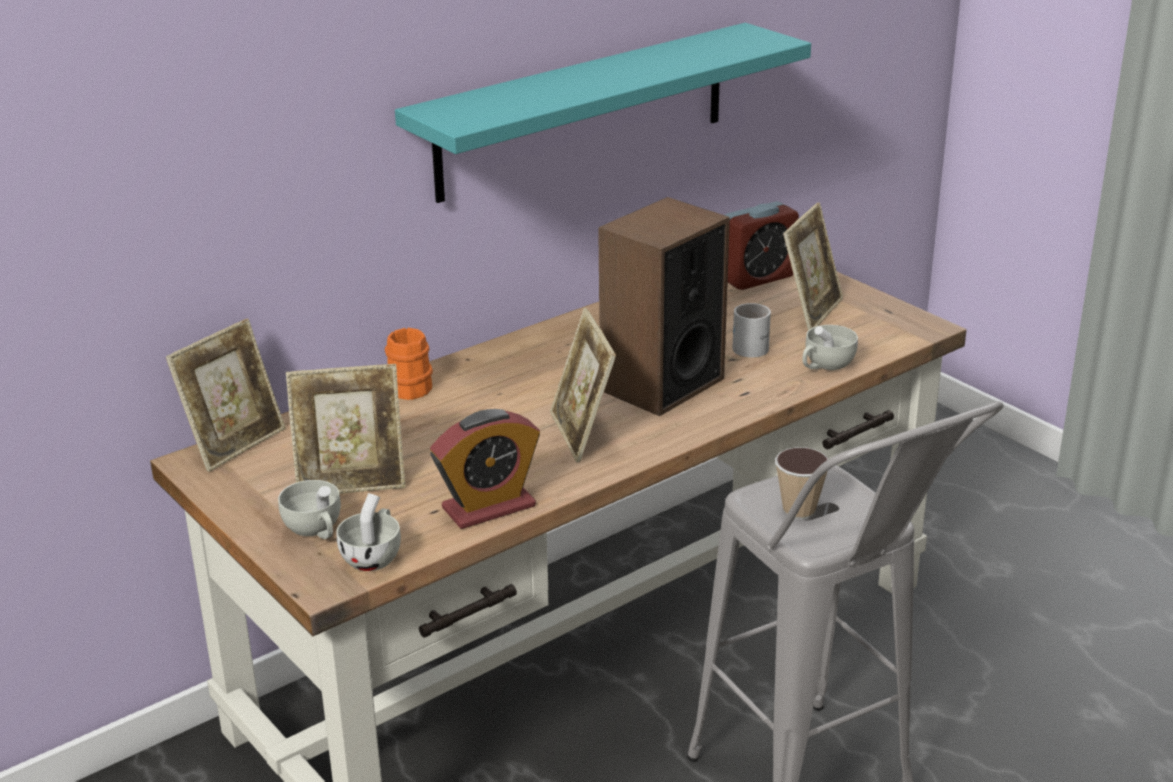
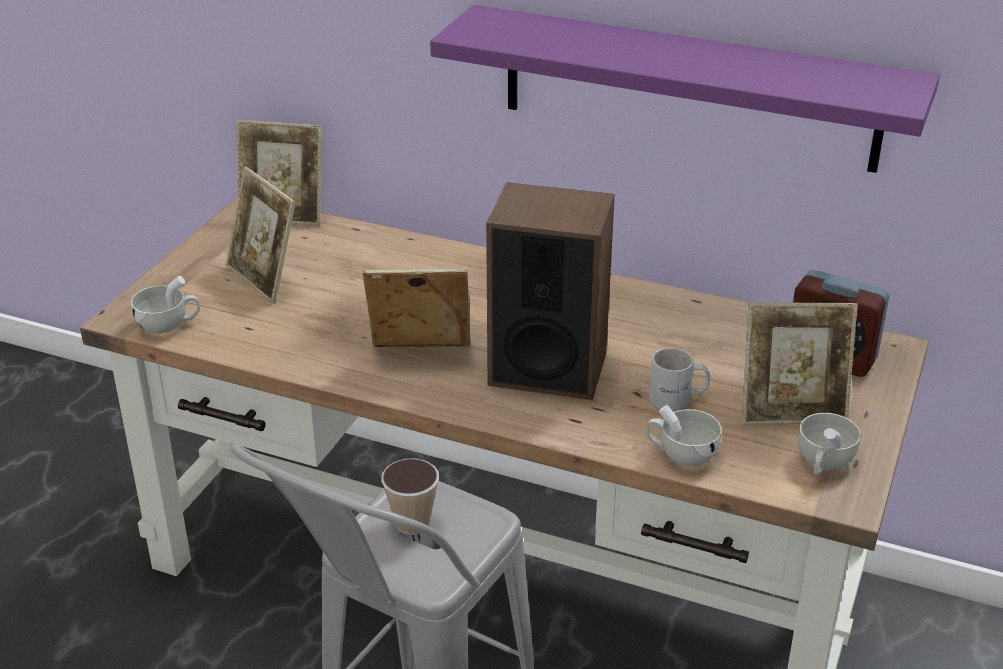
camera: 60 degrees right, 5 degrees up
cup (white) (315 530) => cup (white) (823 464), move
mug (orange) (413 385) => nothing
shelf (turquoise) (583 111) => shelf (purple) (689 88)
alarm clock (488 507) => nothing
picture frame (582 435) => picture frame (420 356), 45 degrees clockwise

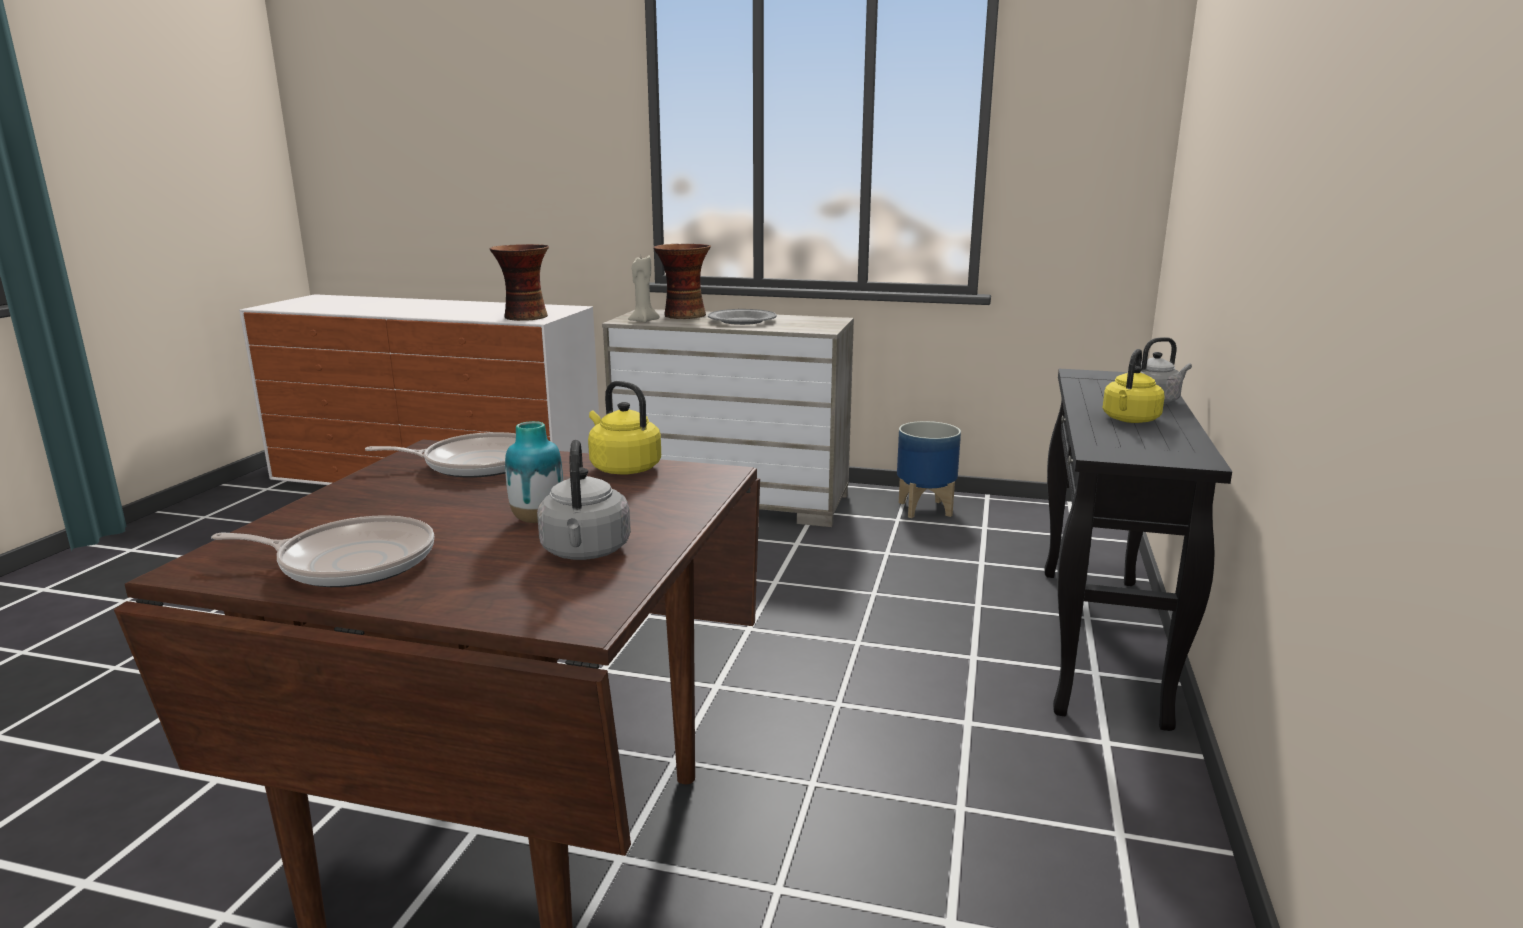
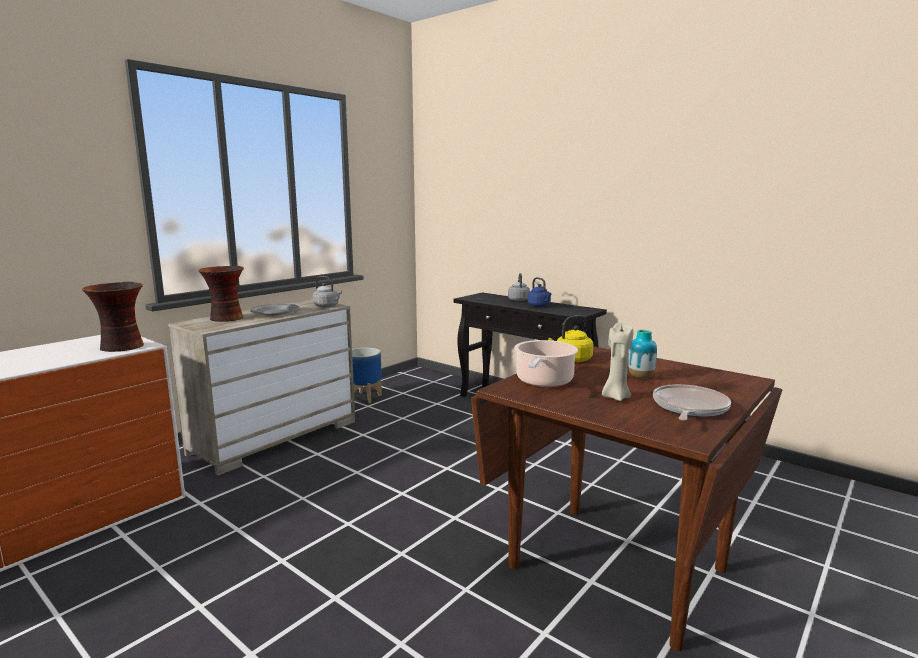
camera: 65 degrees left, 5 degrees down
frying pan (475 464) => cooking pot (543 381)
kettle (grey) (585 552) => kettle (grey) (327 306), move
candle (beige) (643 321) => candle (beige) (615 397), move
kettle (yellow) (1129 420) => kettle (blue) (539 306)

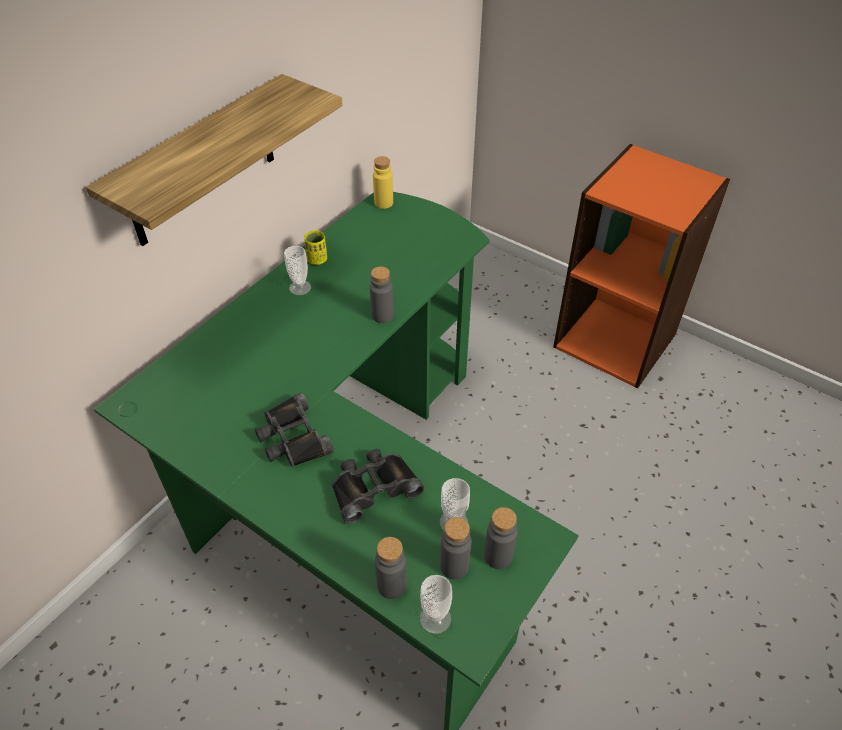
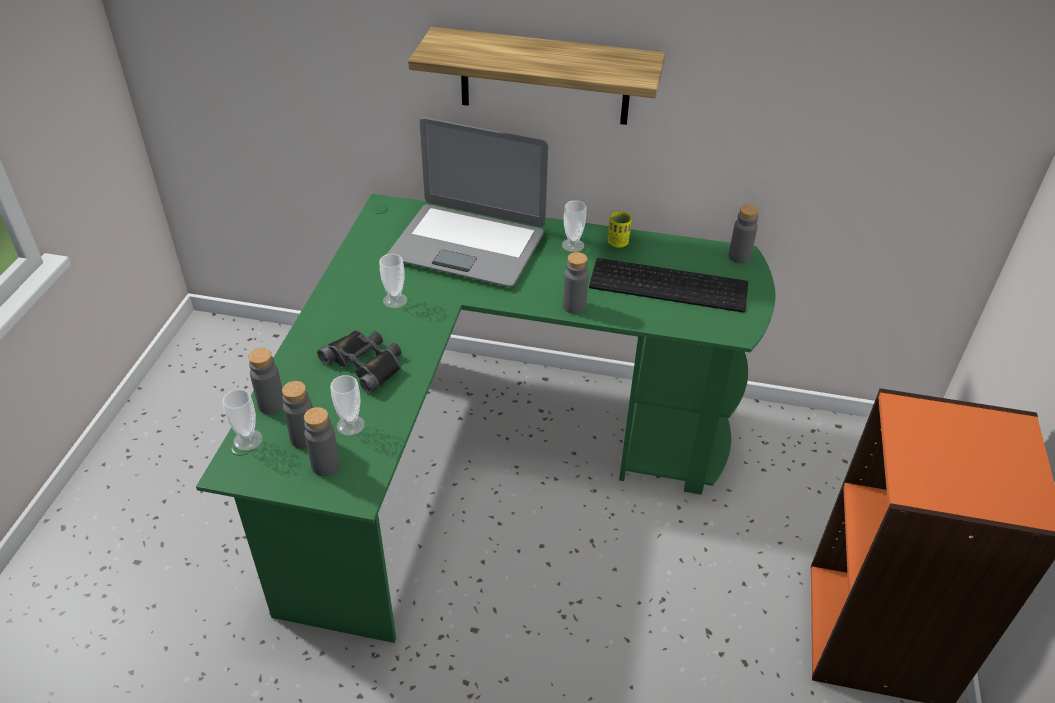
camera: 65 degrees right, 5 degrees down
binoculars (black) (292 438) => cup (395 300)
bottle (yellow) (383 203) => bottle (grey) (739 257)
nothing => laptop (468 245)
nothing => keyboard (670 284)

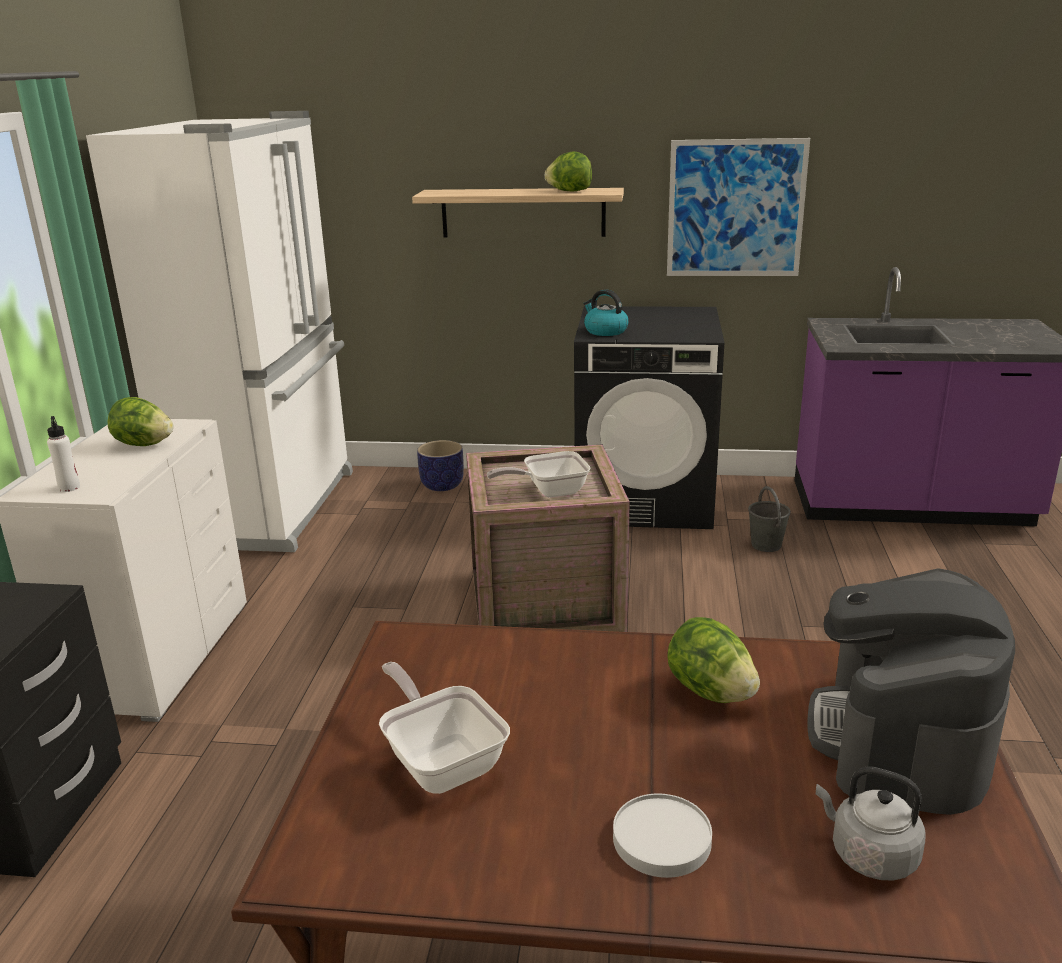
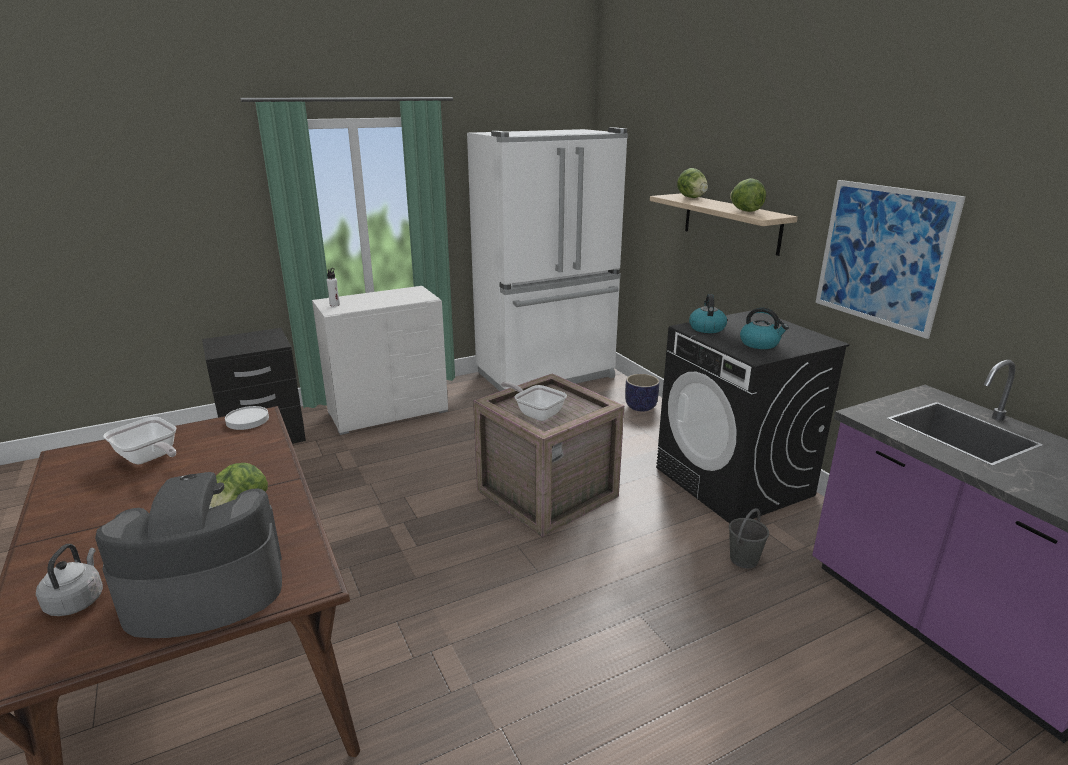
camera: 55 degrees right, 0 degrees up
lettuce (143 444) => lettuce (691 197), move
frying pan (441 761) => frying pan (149 458), 105 degrees clockwise
plate (white) (662 839) => plate (white) (248 420), move
nothing => kettle (760 344)

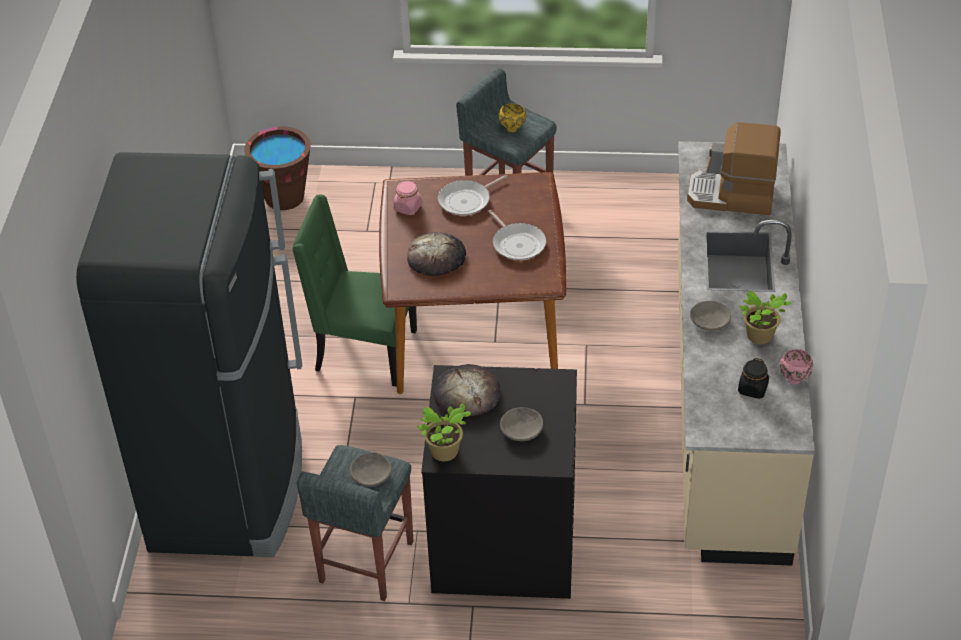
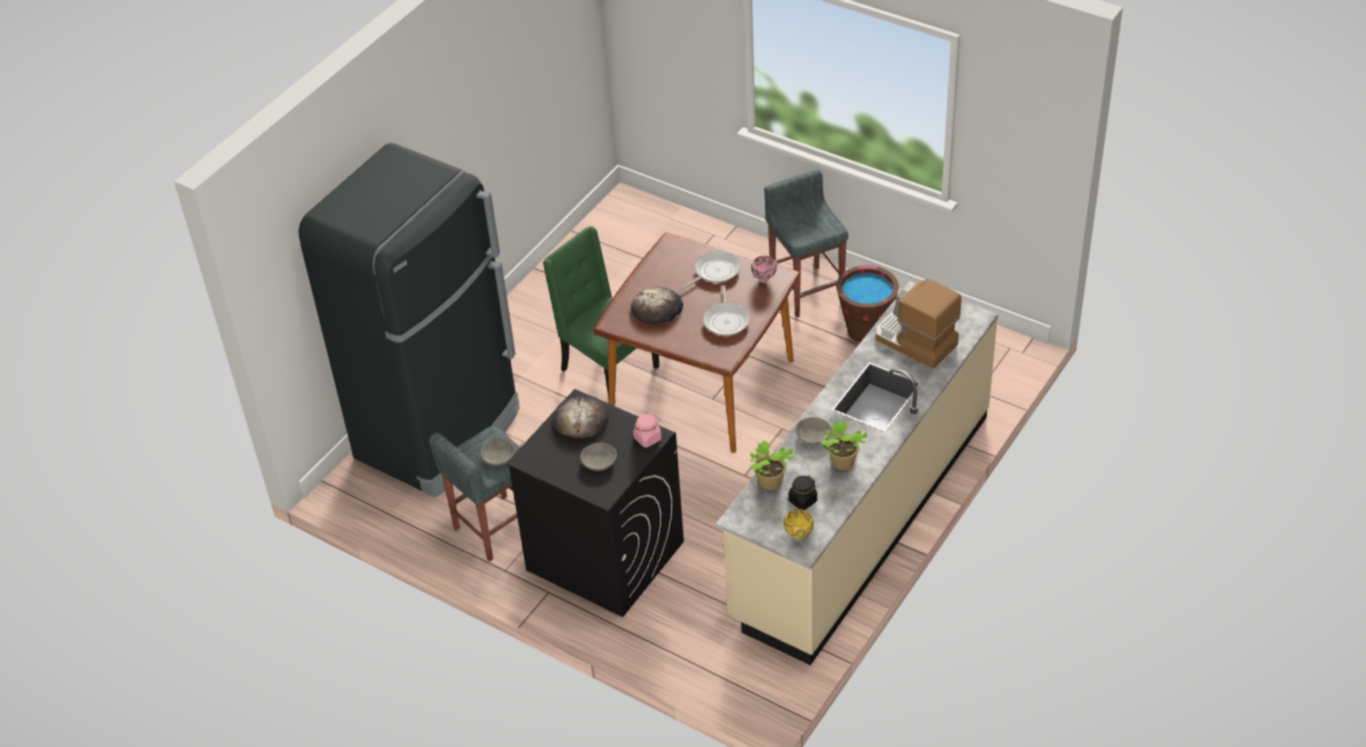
camera: 30 degrees right, 0 degrees up
bucket (brown) (284 197) => bucket (brown) (866 331), move
jar (pink) (408 207) => jar (pink) (648 438), move
potted plant (445 453) => potted plant (770 483), move
frying pan (467 200) => frying pan (715 271), 150 degrees clockwise
bowl (yellow) (512 129) => bowl (yellow) (799 535), move
bowl (pink) (794 379) => bowl (pink) (764 279), move

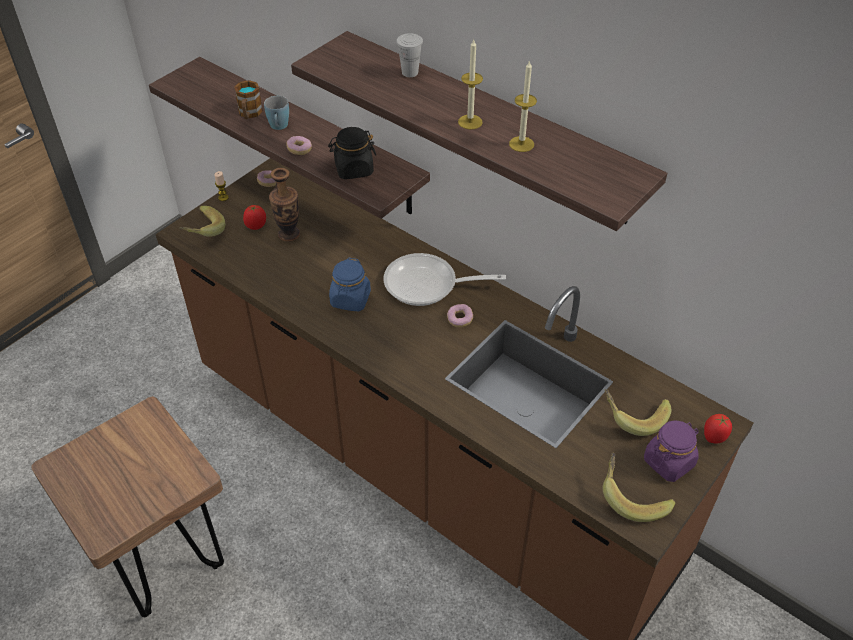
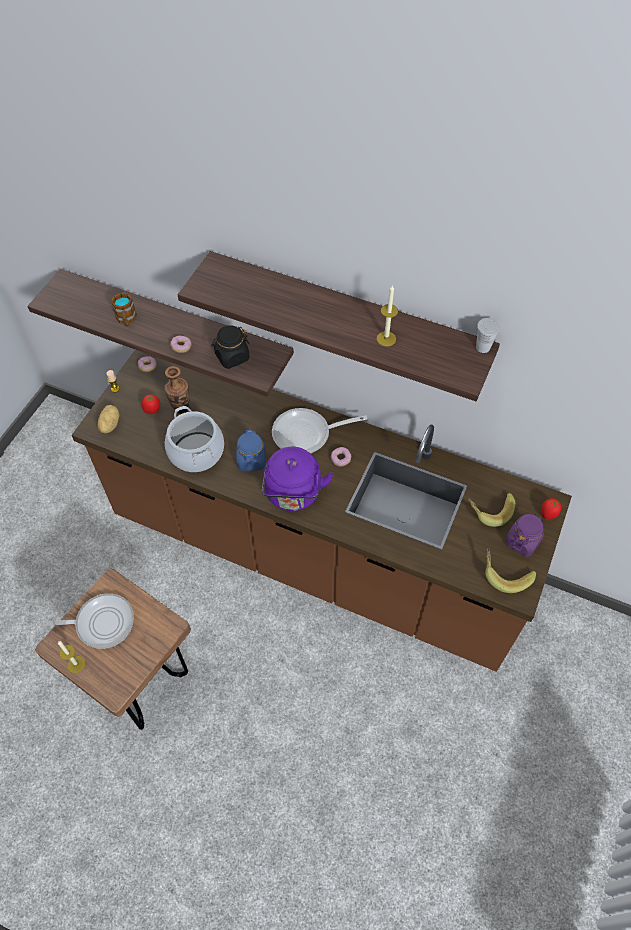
camera: 15 degrees left, 10 degrees up
banana (201 232) => potato (109 425)
mug (blue) (279 127) => nothing
cup (white) (410 72) => cup (white) (483 347), move
candle (470 122) => candle (76 664), move
nothing => frying pan (101 623)
nothing => cooking pot (196 452)
nothing => kettle (purple) (293 495)

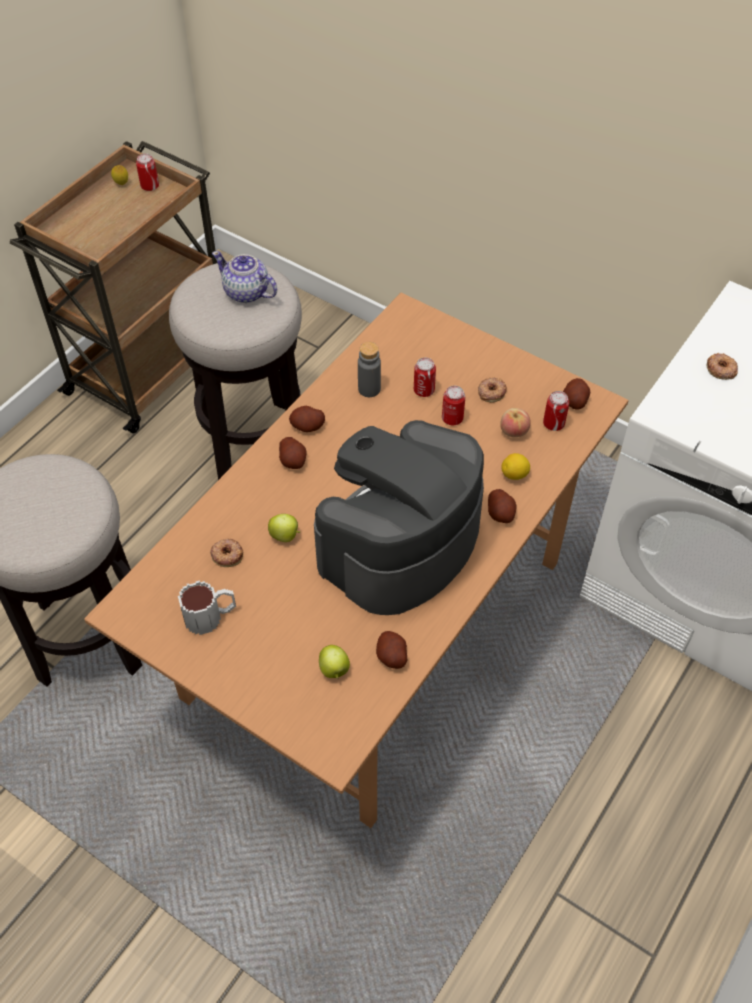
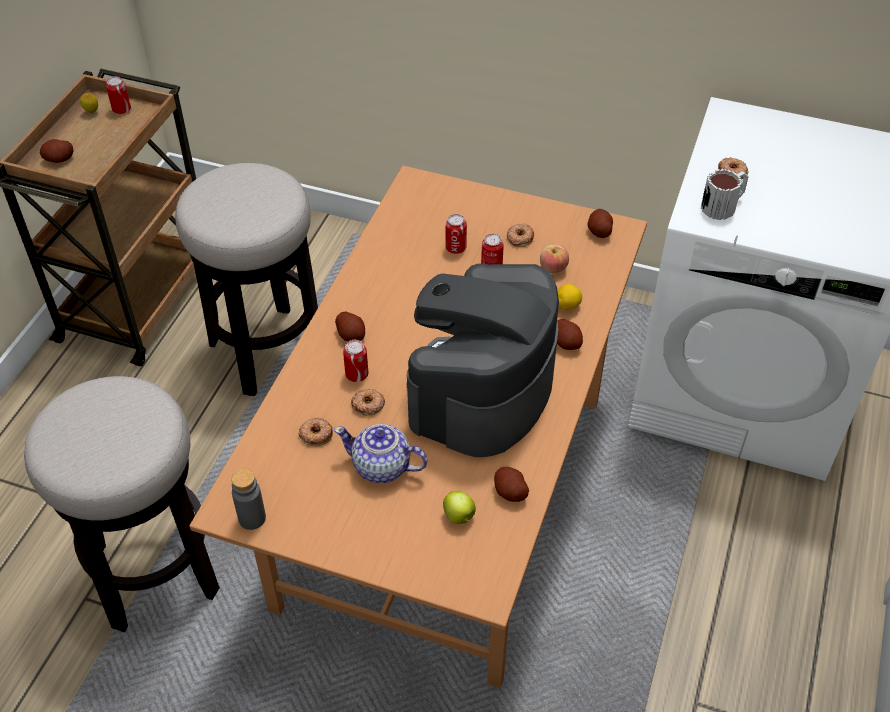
camera: 15 degrees left, 5 degrees down
mug (210 616) => mug (723 206), move
teapot (247 293) => teapot (382 467), move
apple (285 536) => donut (368 405)
potato (307 426) => potato (59 159), move
bottle (grey) (369 389) => bottle (grey) (252 518), move
can (553 424) => can (357 374), move

